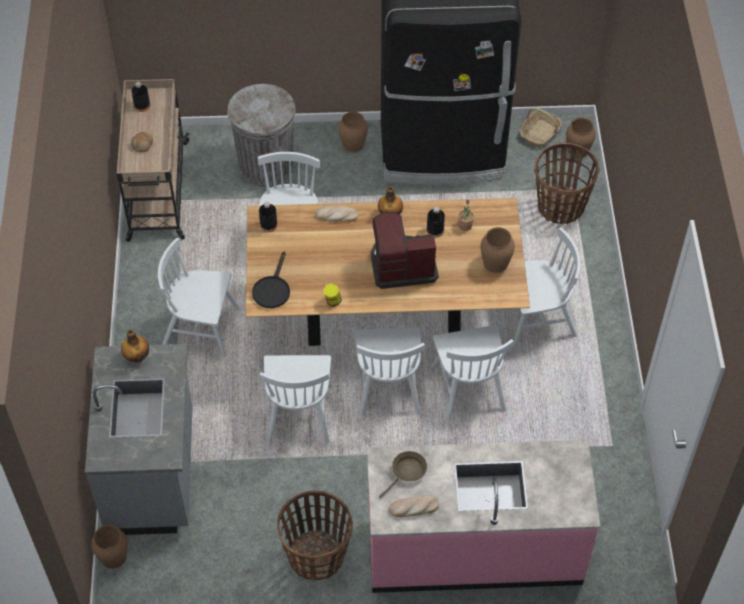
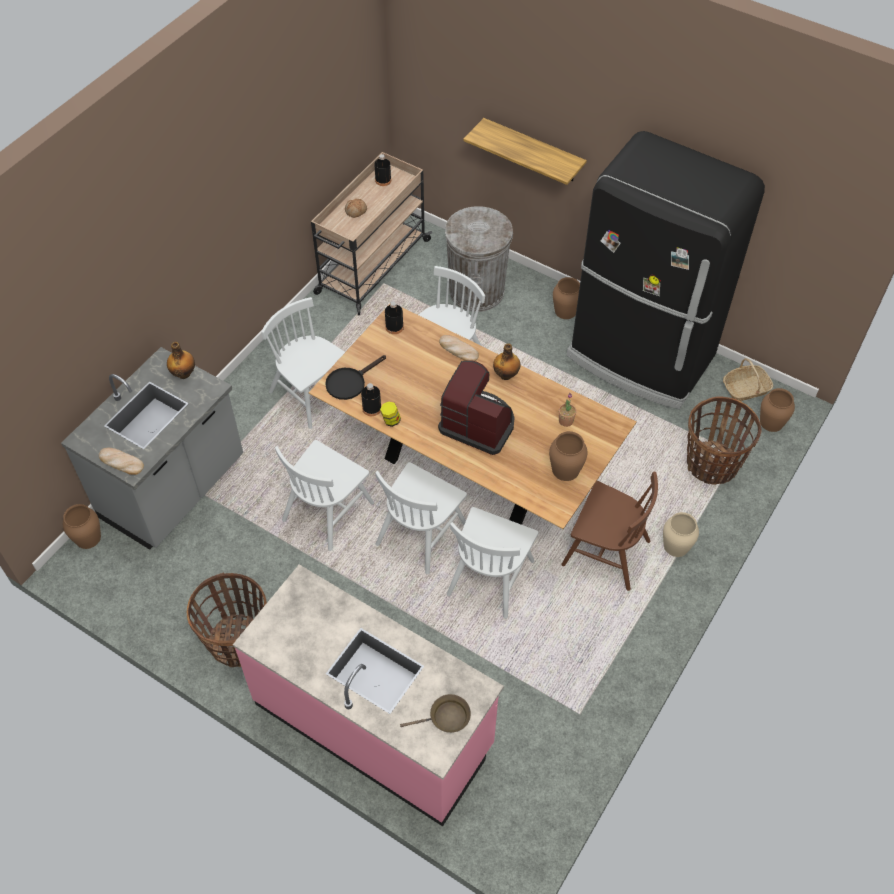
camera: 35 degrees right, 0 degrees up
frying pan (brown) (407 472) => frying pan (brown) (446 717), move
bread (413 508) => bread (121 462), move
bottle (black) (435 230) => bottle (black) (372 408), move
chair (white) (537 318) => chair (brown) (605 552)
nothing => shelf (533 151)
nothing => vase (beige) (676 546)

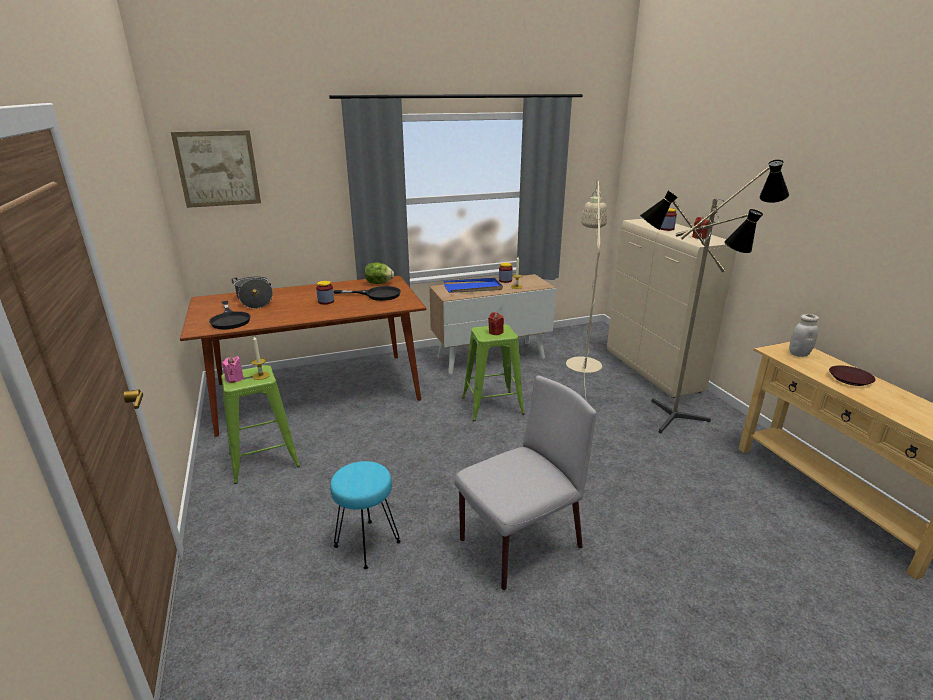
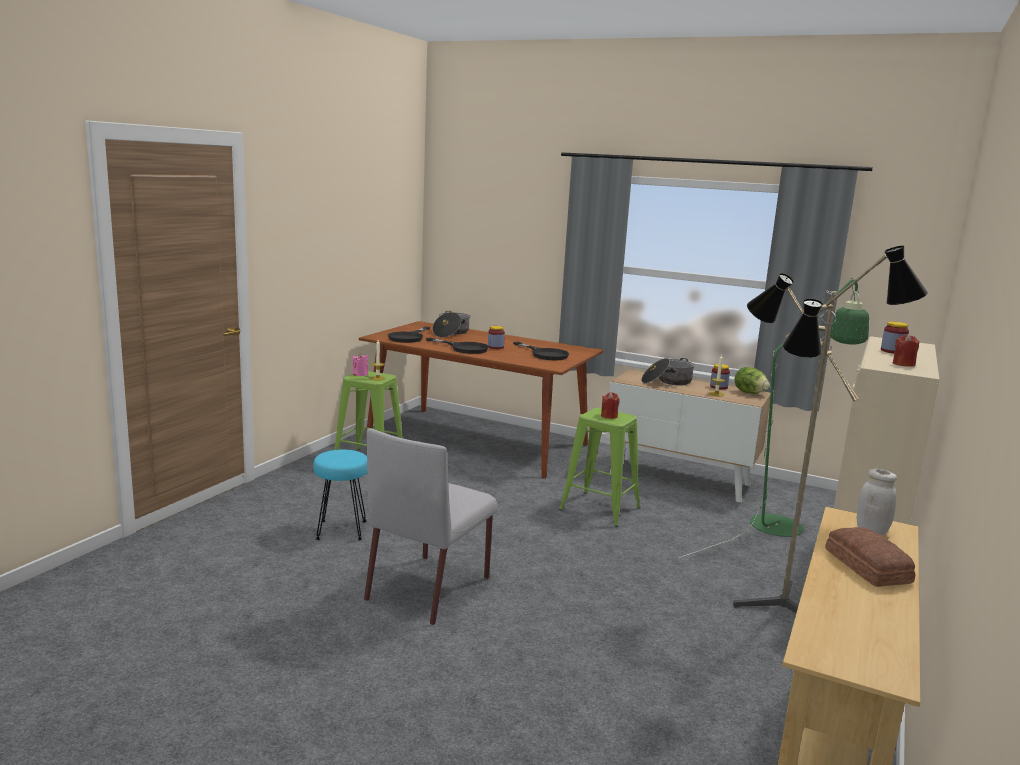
camera: 45 degrees right, 10 degrees down
picture (218 169) => nothing
lettuce (379 283) => lettuce (749 393), move
tray (blue) (473 288) => cooking pot (667 382)
chair (grey) (518 544) => chair (grey) (429 587), 105 degrees clockwise
floor lamp (beige) (583 360) => floor lamp (green) (784 522)
plate (brown) (850 379) => bread (866 567)
nothing => frying pan (black) (464 348)

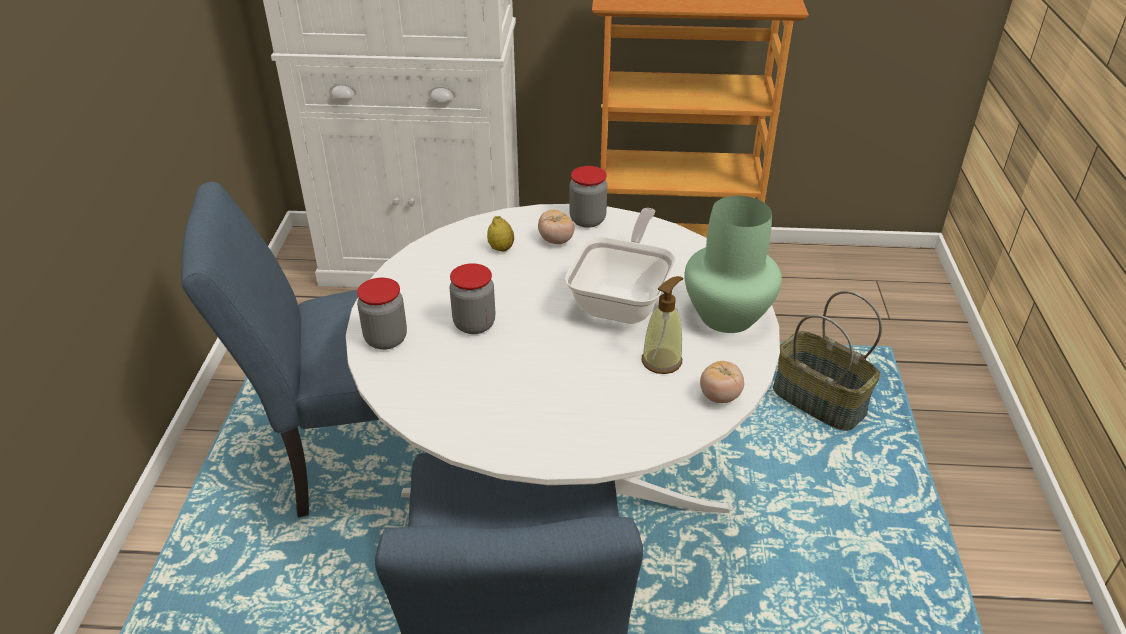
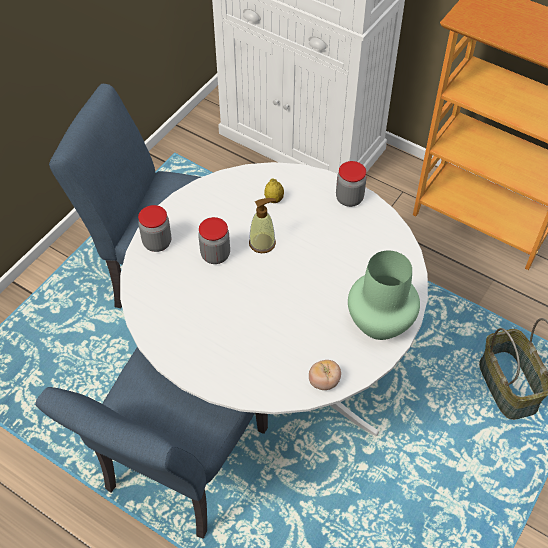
camera: 30 degrees right, 15 degrees up
tomato (556 240) => nothing
frying pan (623 299) => nothing
soap dispenser (662 361) => soap dispenser (262 243), move

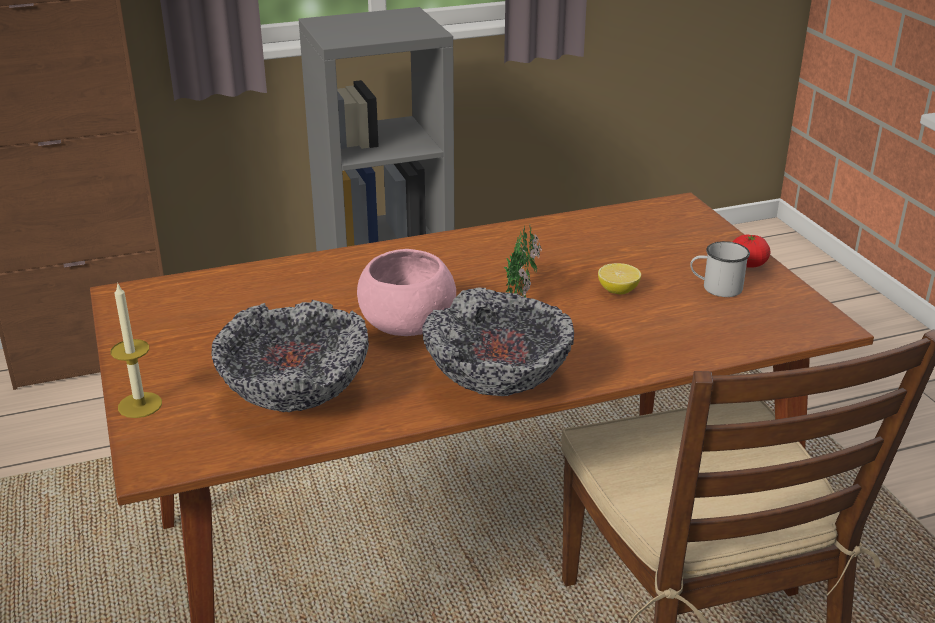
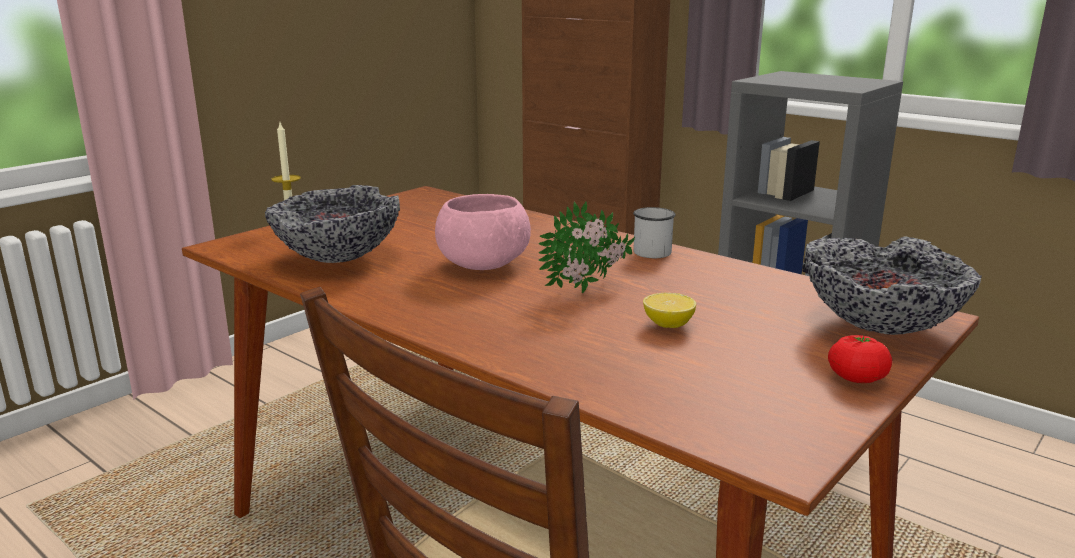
camera: 60 degrees right, 10 degrees down
bowl (497 381) => bowl (881 326), move
mug (white) (716 287) => mug (white) (648 250), move

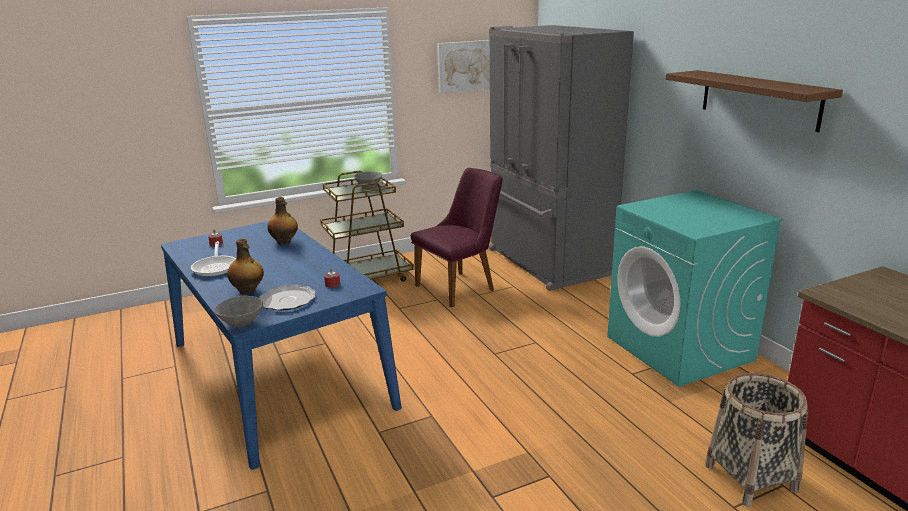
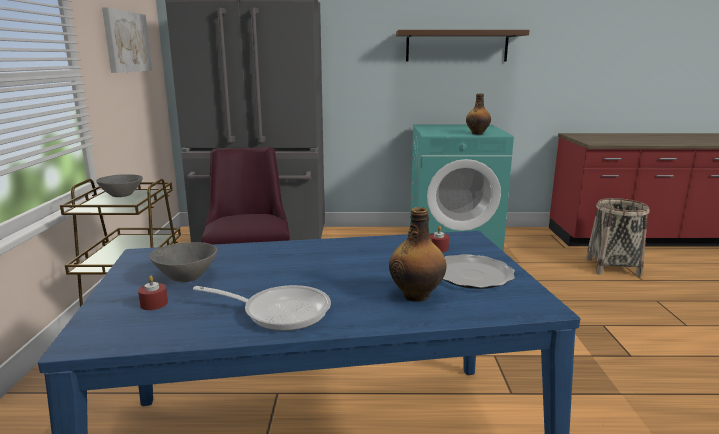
camera: 65 degrees left, 5 degrees down
bowl (grey) (242 323) => bowl (grey) (186 277), move
bottle (284 242) => bottle (477 134), move

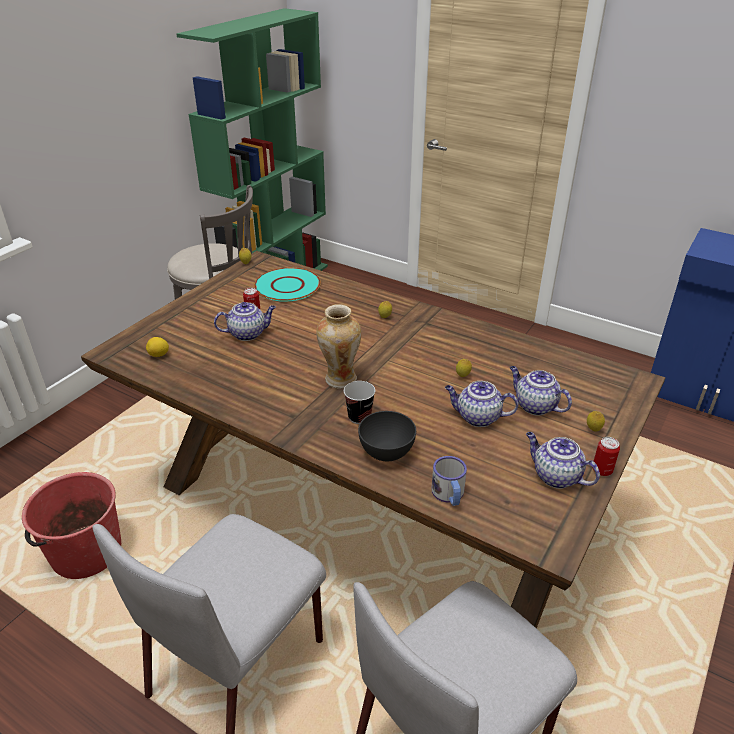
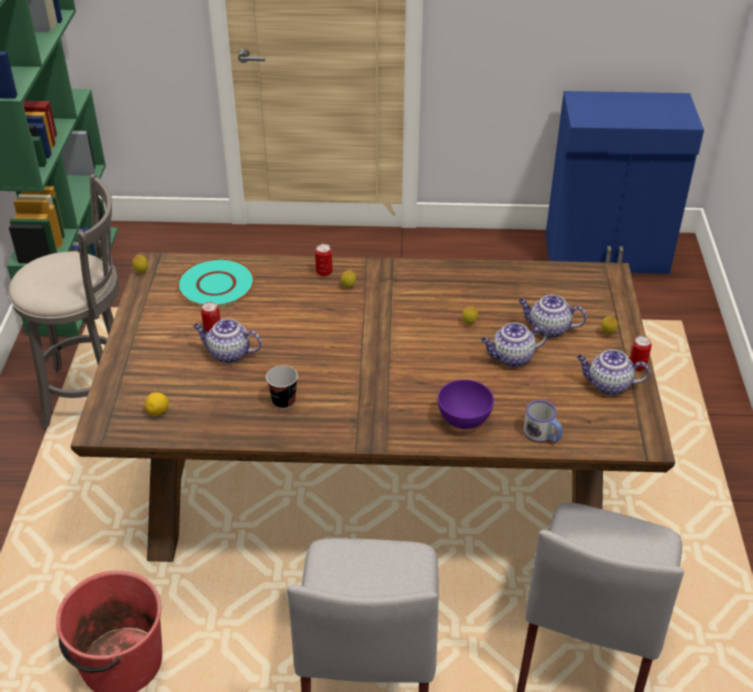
camera: 30 degrees left, 5 degrees up
teapot (248 333) => teapot (228 354), 120 degrees counterclockwise
vase (340 380) => nothing
cup (359 417) => cup (283 401), move
bowl (grey) (386 452) => bowl (purple) (463 420)
nothing => can (324 272)

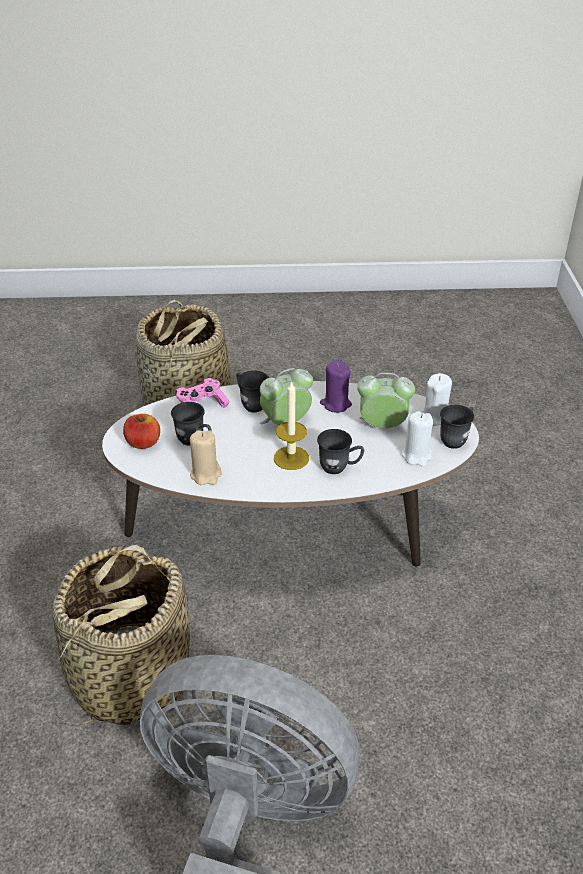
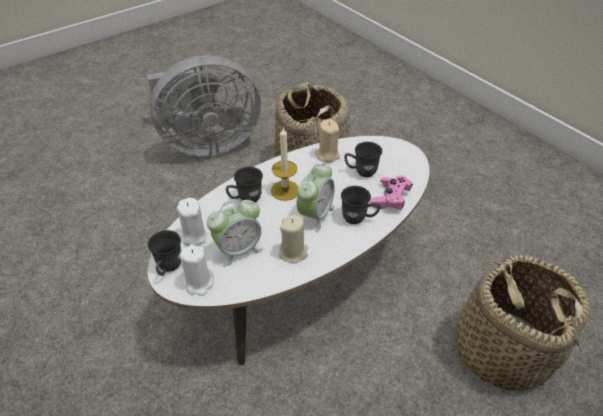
camera: 145 degrees right, 5 degrees up
apple (143 443) => nothing
candle (purple) (335 404) => candle (beige) (293 252)

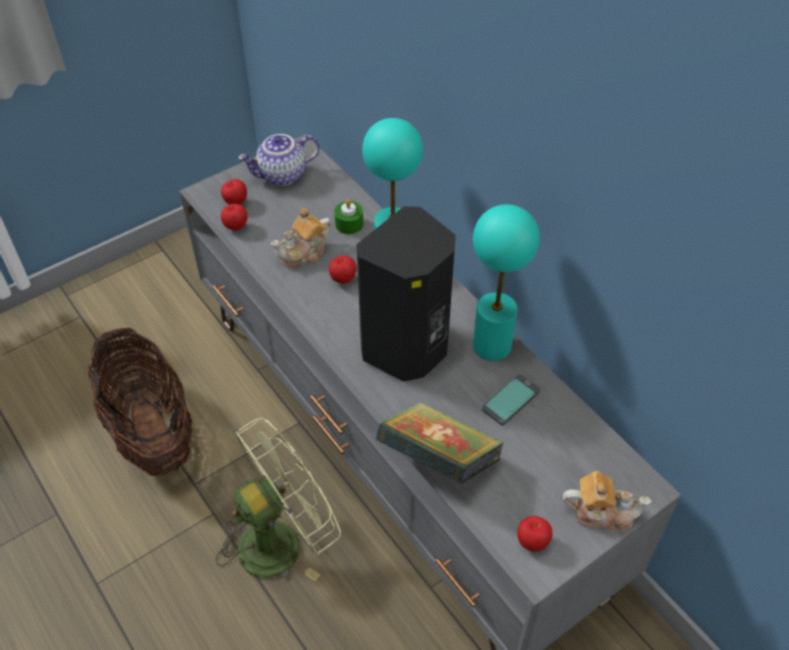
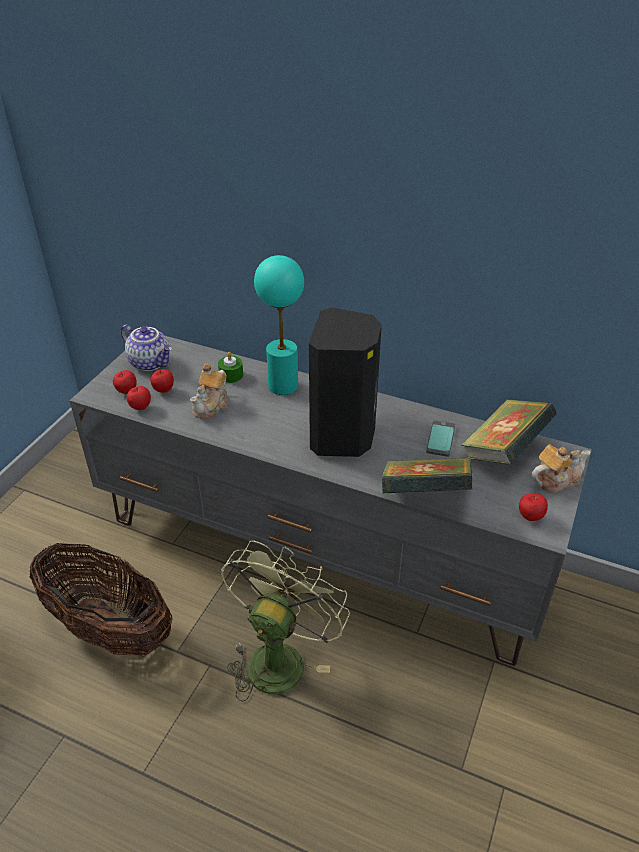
camera: 30 degrees left, 10 degrees down
teapot (282 176) => teapot (151 362), 90 degrees counterclockwise
apple (343 279) => apple (163 390), move
table lamp (turquoise) (491 345) => nothing
nothing => book (504 450)

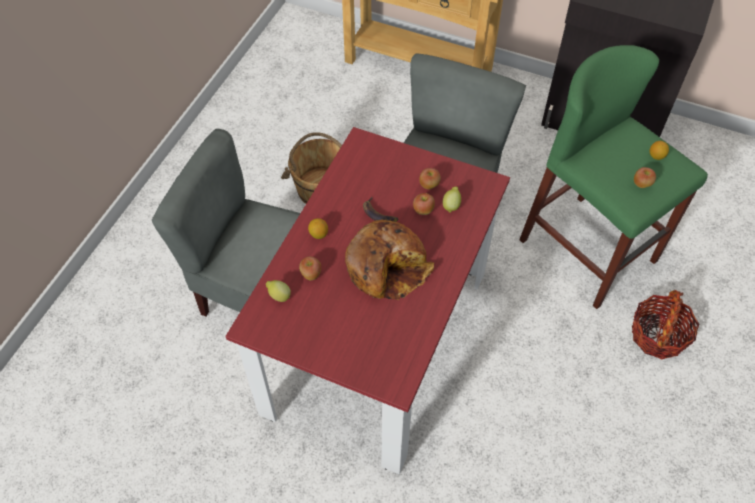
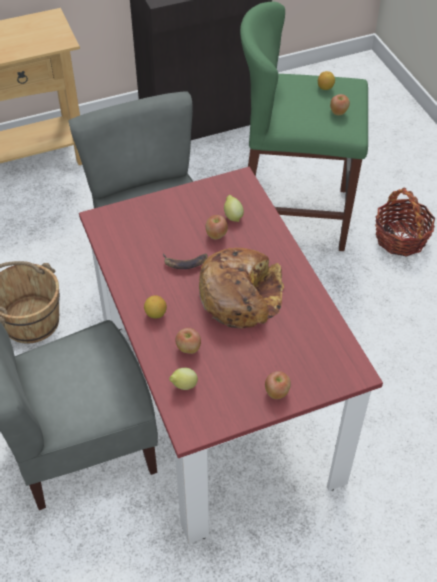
camera: 45 degrees left, 5 degrees down
apple (429 185) => apple (277 392), move

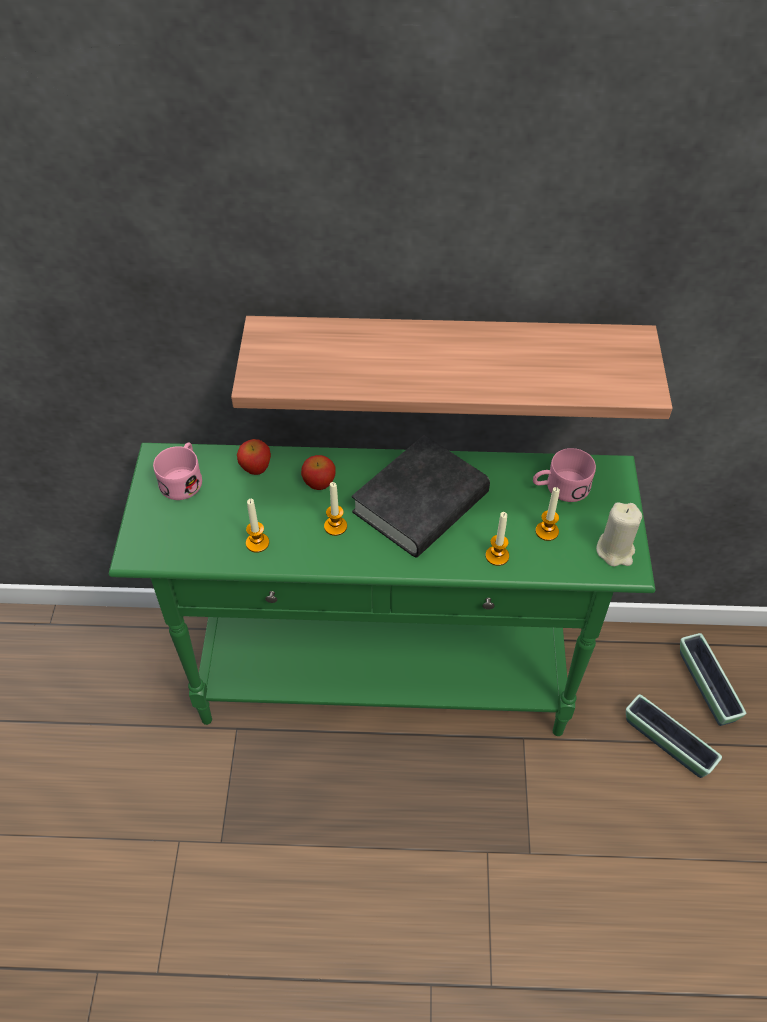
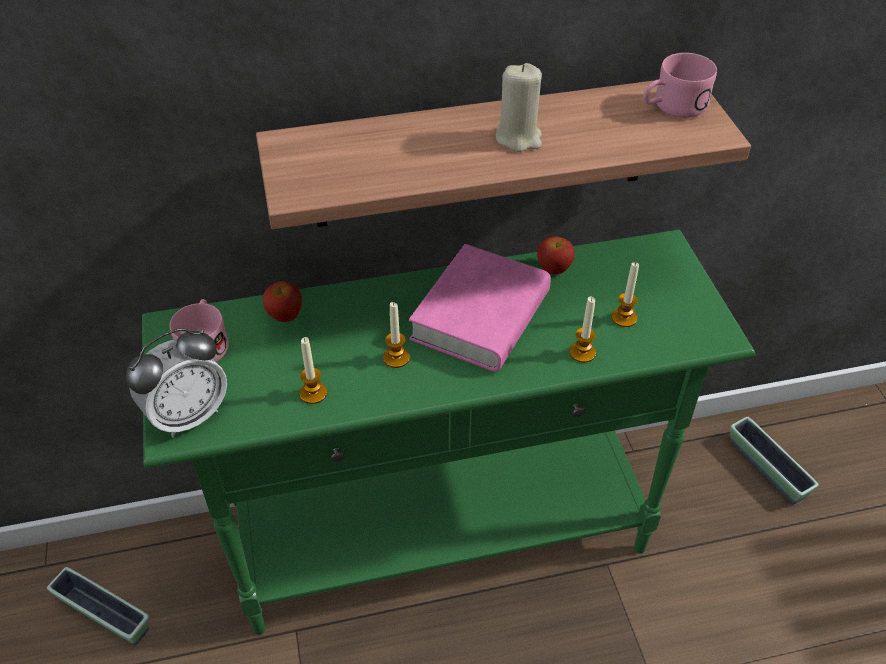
camera: 15 degrees left, 5 degrees down
apple (319 483) => apple (553 268), move
book (black) (420 503) => book (pink) (481 316)
mug (pink) (560 488) => mug (pink) (672 107), move
candle (beige) (615 550) => candle (beige) (518 138), move
planter (667 743) => planter (104 614), move
nothing => alarm clock (188 415)

